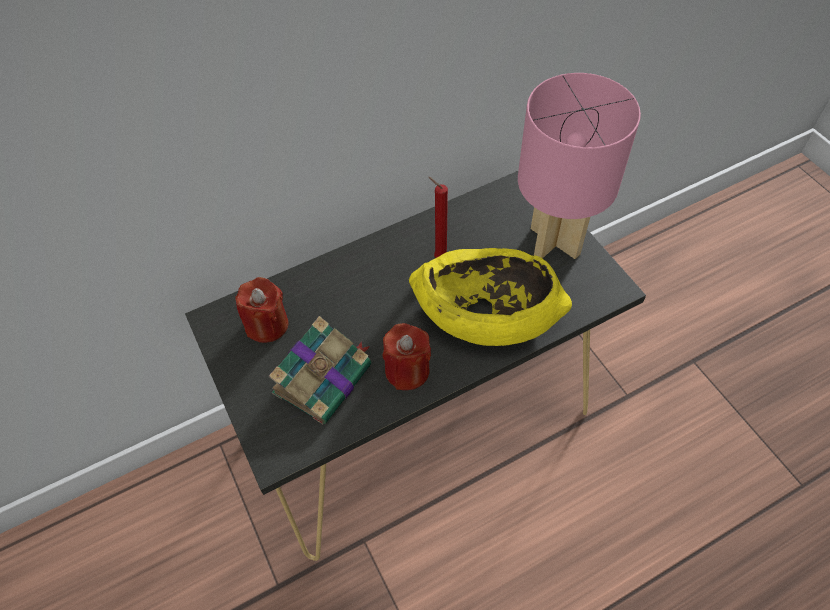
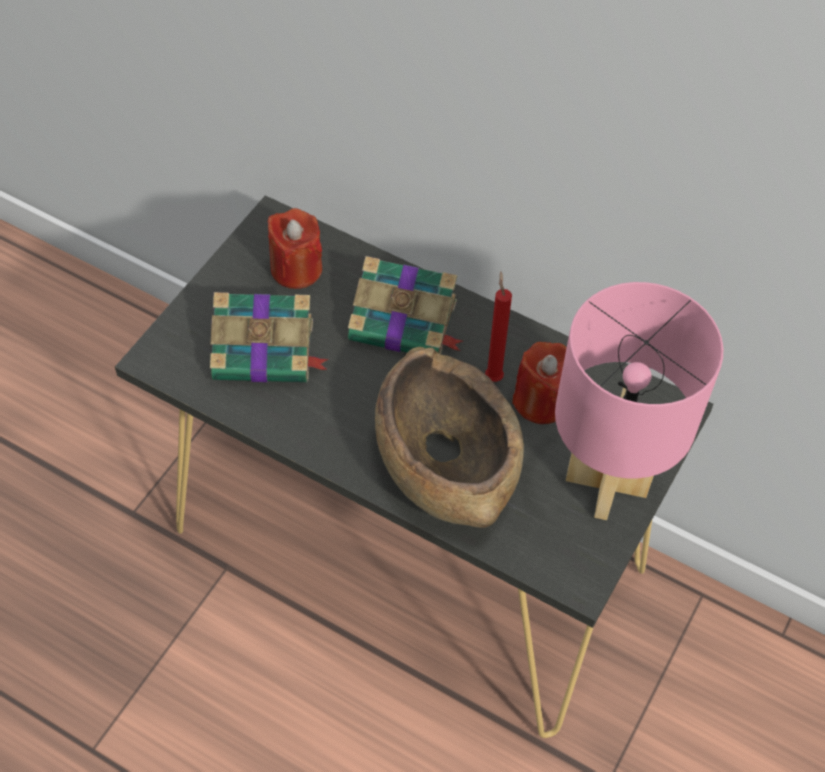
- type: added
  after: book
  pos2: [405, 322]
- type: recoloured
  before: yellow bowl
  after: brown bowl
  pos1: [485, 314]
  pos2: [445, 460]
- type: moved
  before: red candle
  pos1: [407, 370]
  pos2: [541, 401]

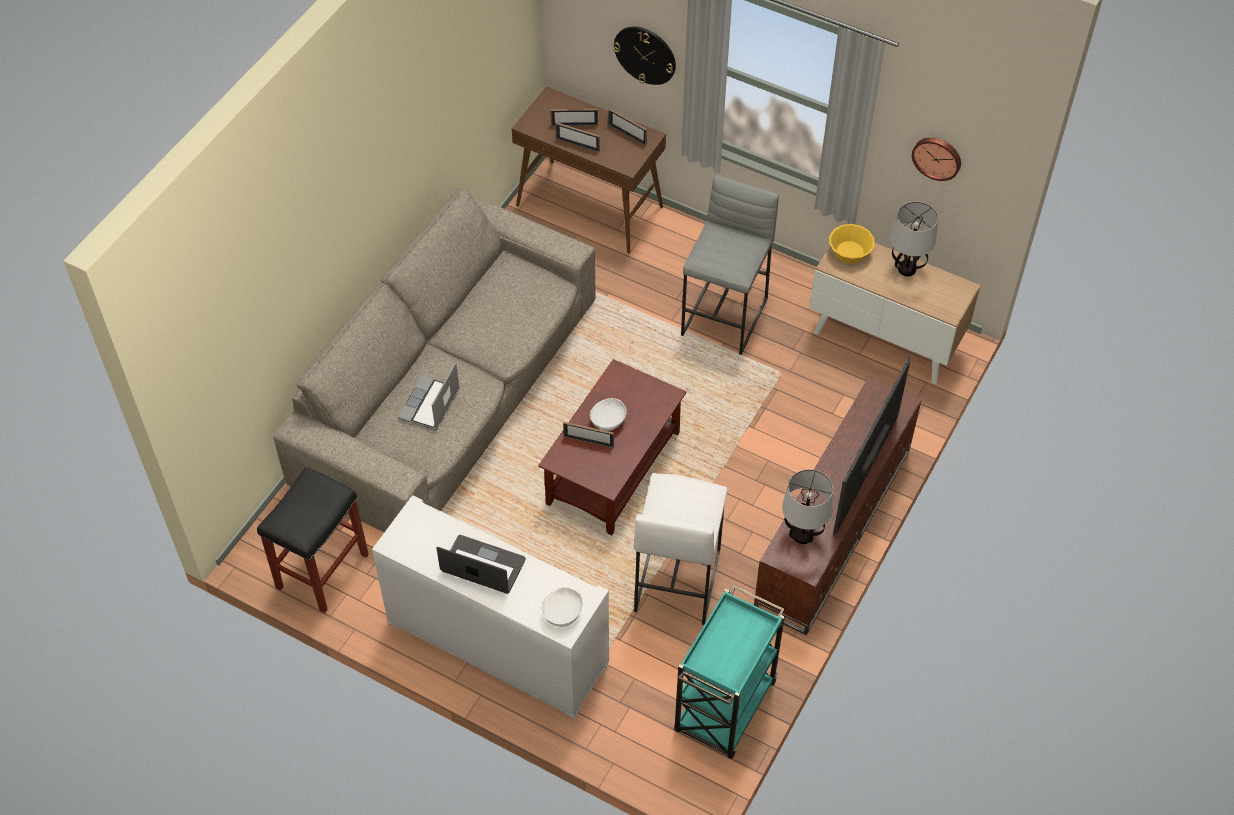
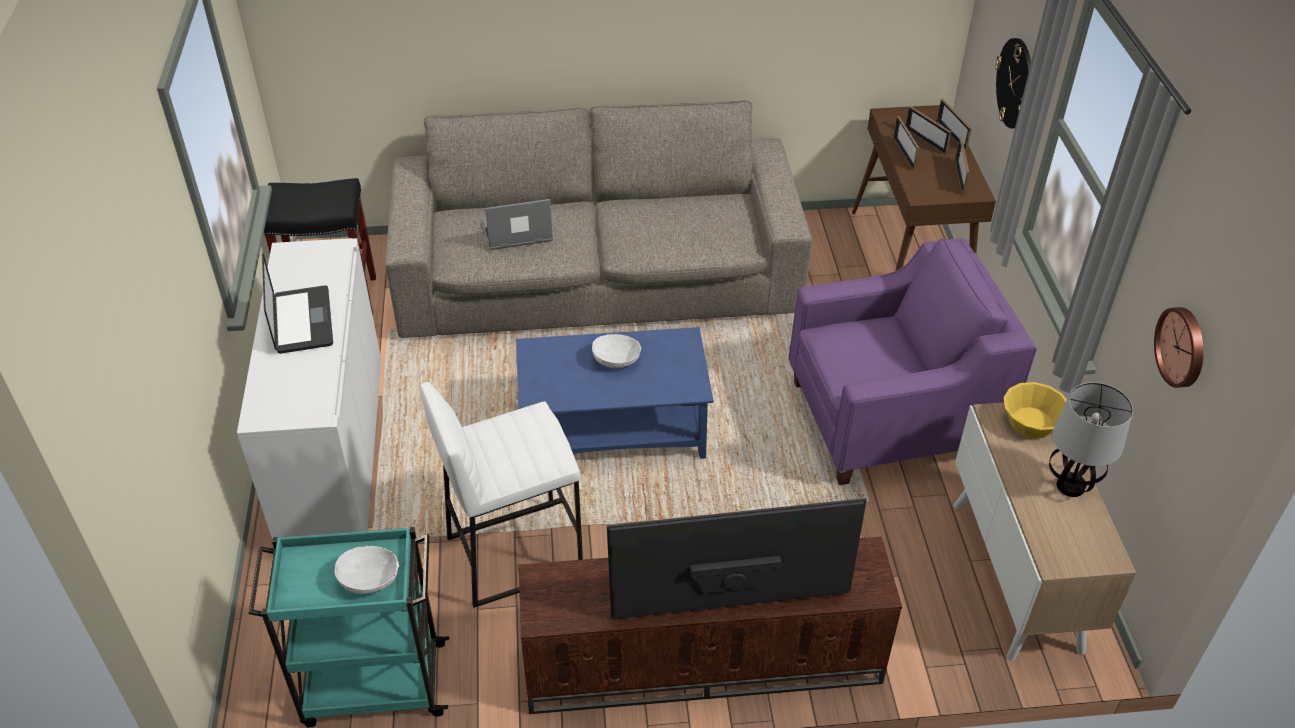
- type: moved
  before: white bowl
  pos1: [562, 613]
  pos2: [370, 580]
- type: recoloured
  before: brown coffee table
  after: blue coffee table
  pos1: [613, 467]
  pos2: [615, 430]
- type: replaced
  before: grey stool
  after: purple armchair
  pos1: [725, 317]
  pos2: [890, 420]
- type: moved
  before: picture frame
  pos1: [588, 441]
  pos2: [951, 135]
- type: removed
  before: table lamp
  pos1: [803, 535]

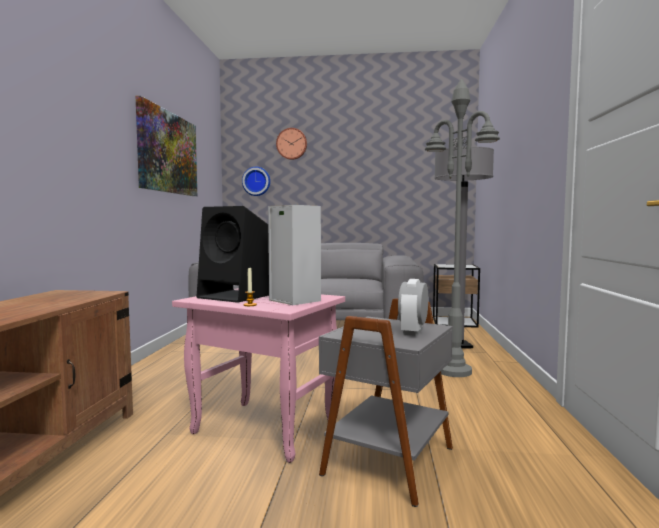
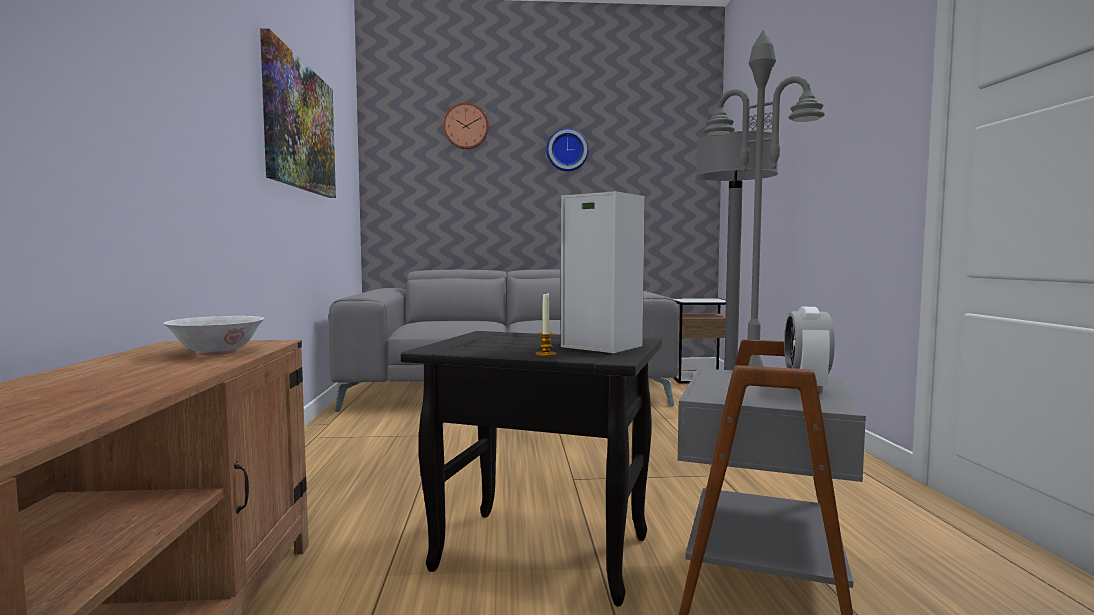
- type: added
  after: white bowl
  pos2: [217, 352]
- type: recoloured
  before: pink side table
  after: black side table
  pos1: [261, 429]
  pos2: [538, 554]
- type: moved
  before: wall clock
  pos1: [256, 181]
  pos2: [567, 150]
- type: removed
  before: black speaker
  pos1: [237, 296]

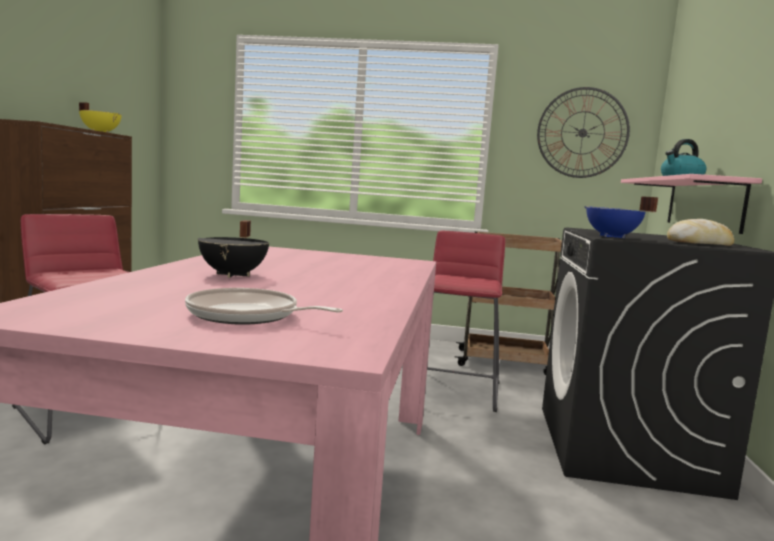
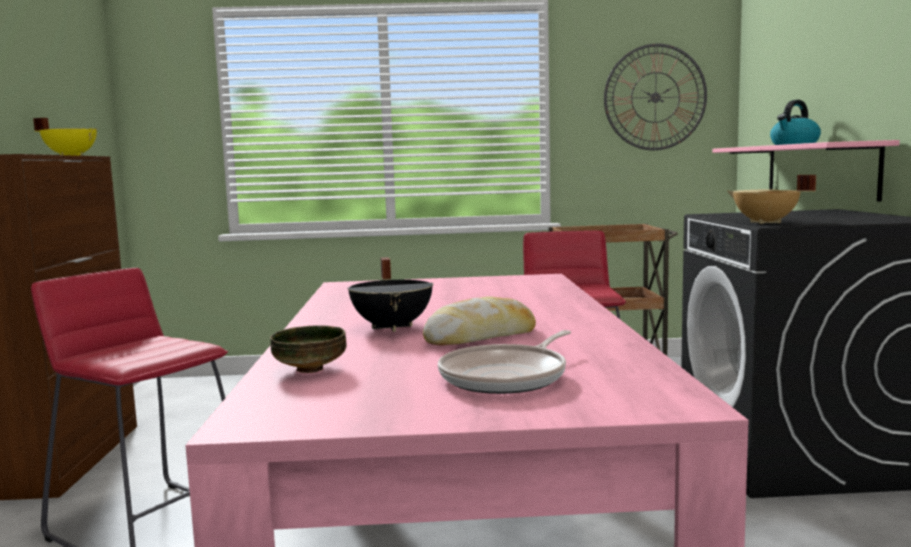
- type: added
  after: bowl
  pos2: [311, 369]
- type: moved
  before: bread
  pos1: [699, 243]
  pos2: [481, 337]
- type: turned
  before: frying pan
  pos1: [247, 316]
  pos2: [507, 377]
  turn: -60
- type: recoloured
  before: blue cooking pot
  after: beige cooking pot
  pos1: [611, 237]
  pos2: [765, 222]

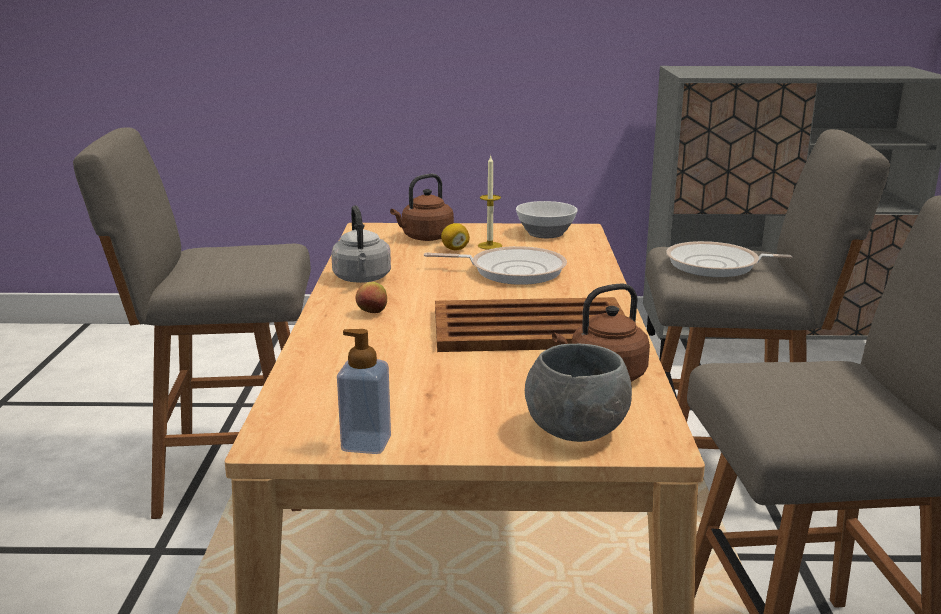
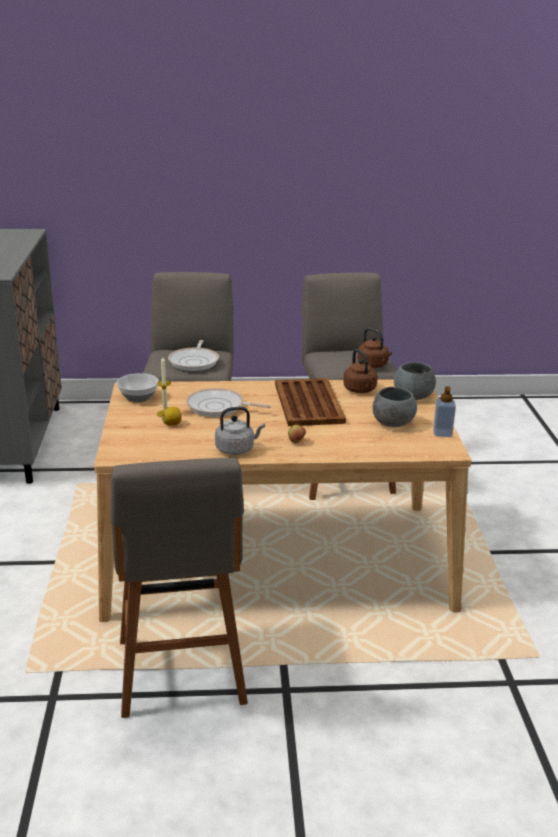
- type: turned
  before: frying pan
  pos1: [512, 271]
  pos2: [218, 407]
  turn: -75
- type: moved
  before: brown kettle
  pos1: [425, 238]
  pos2: [374, 365]
- type: added
  after: grey bowl
  pos2: [392, 423]

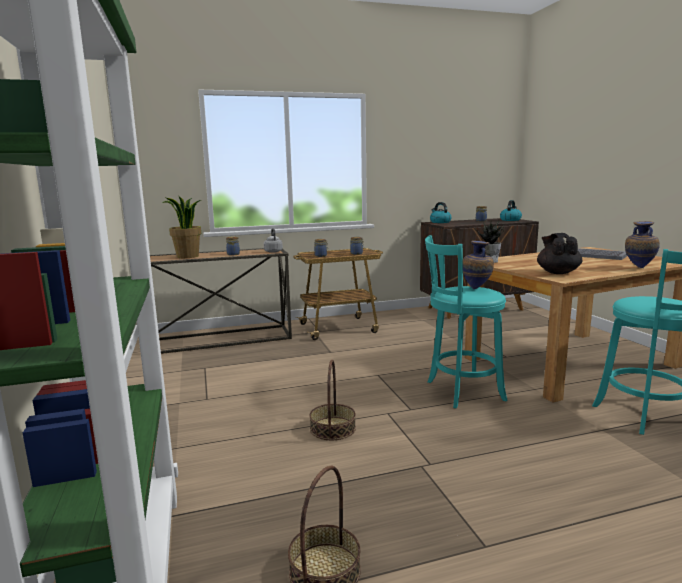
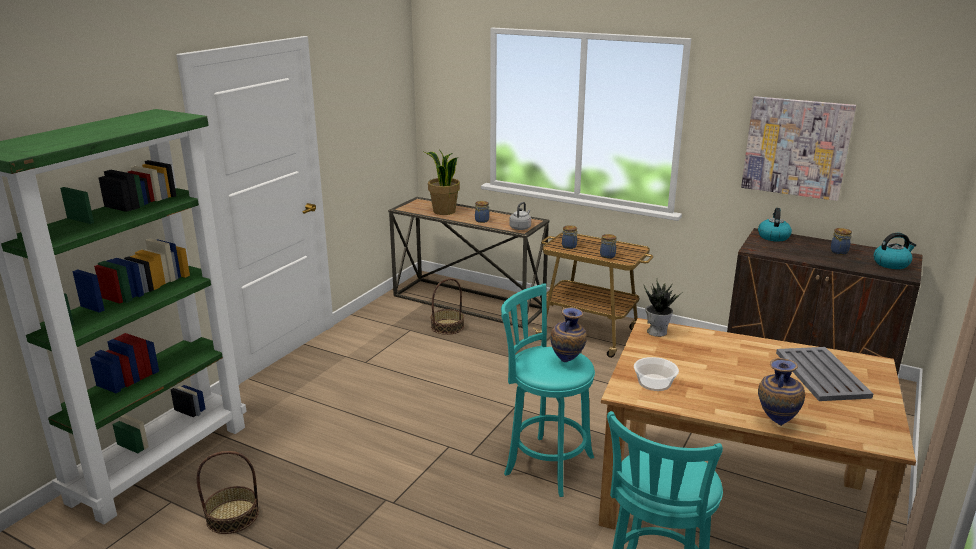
- type: moved
  before: basket
  pos1: [332, 428]
  pos2: [447, 326]
- type: replaced
  before: black teapot
  after: bowl
  pos1: [557, 272]
  pos2: [655, 382]
- type: added
  after: picture
  pos2: [796, 147]

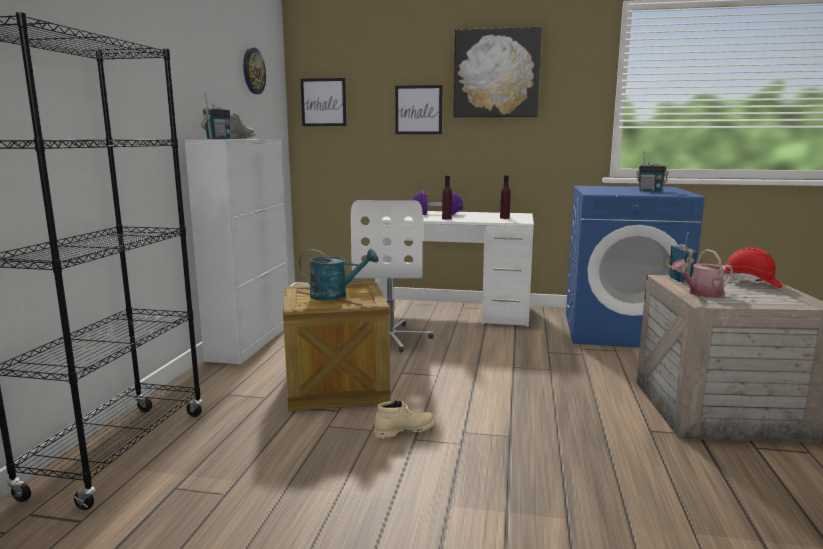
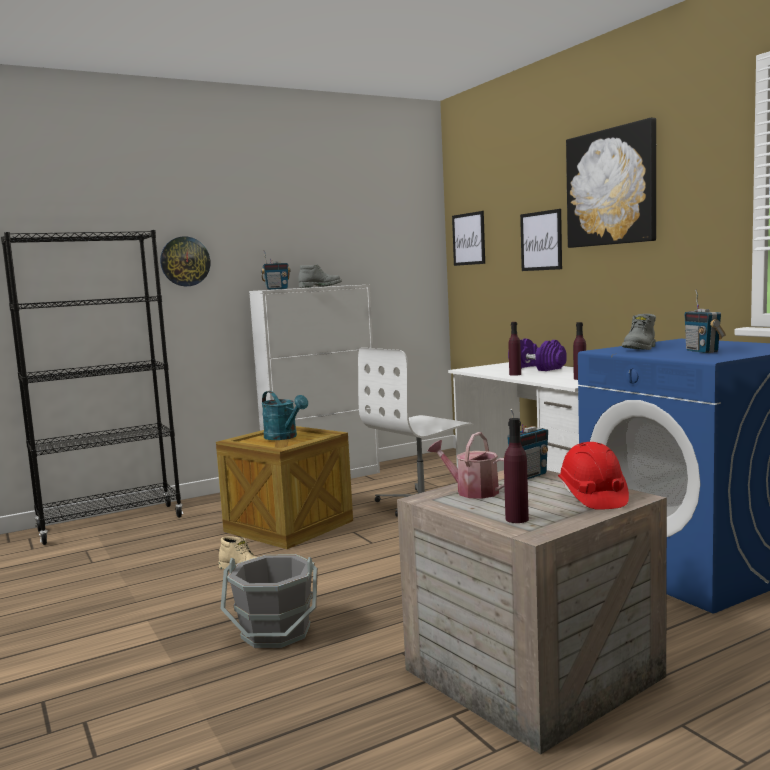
- type: moved
  before: wall clock
  pos1: [253, 71]
  pos2: [185, 261]
- type: added
  after: grey bucket
  pos2: [276, 633]
- type: added
  after: purple bottle
  pos2: [517, 519]
- type: added
  after: grey boot
  pos2: [640, 348]

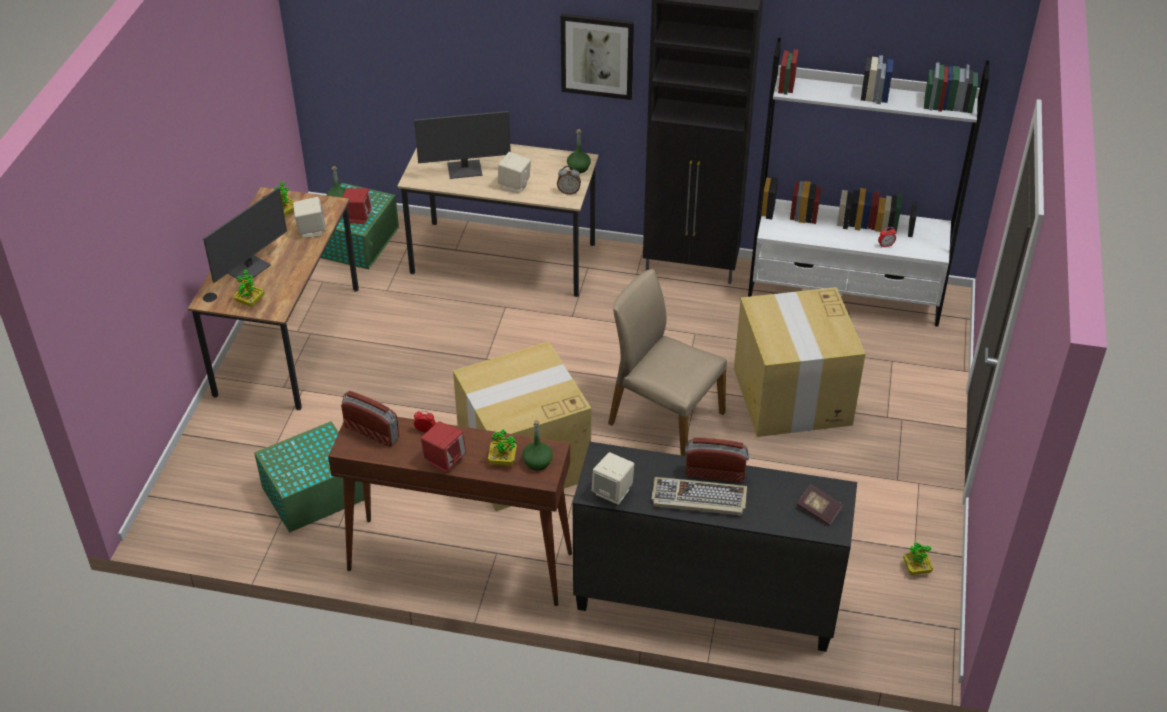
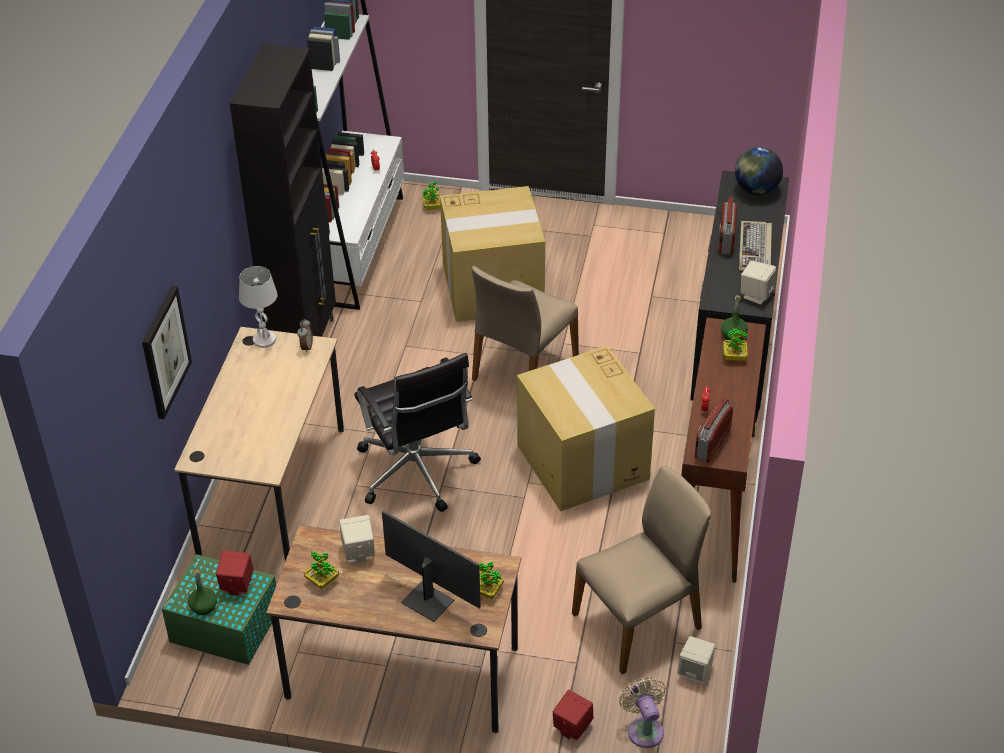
- type: moved
  before: picture
  pos1: [597, 55]
  pos2: [164, 352]
- type: replaced
  before: green bottle
  after: white table lamp
  pos1: [578, 168]
  pos2: [264, 340]
- type: added
  after: black office chair
  pos2: [417, 473]
- type: moved
  before: potted plant
  pos1: [916, 569]
  pos2: [432, 207]
- type: moved
  before: red speaker
  pos1: [444, 460]
  pos2: [572, 727]
- type: replaced
  before: green storage box
  after: beige chair
  pos1: [312, 493]
  pos2: [639, 621]
- type: added
  after: beige fan
  pos2: [644, 729]
- type: moved
  before: beige speaker
  pos1: [514, 185]
  pos2: [695, 671]
- type: replaced
  before: book
  after: globe
  pos1: [818, 510]
  pos2: [756, 190]
- type: removed
  before: monitor
  pos1: [465, 170]

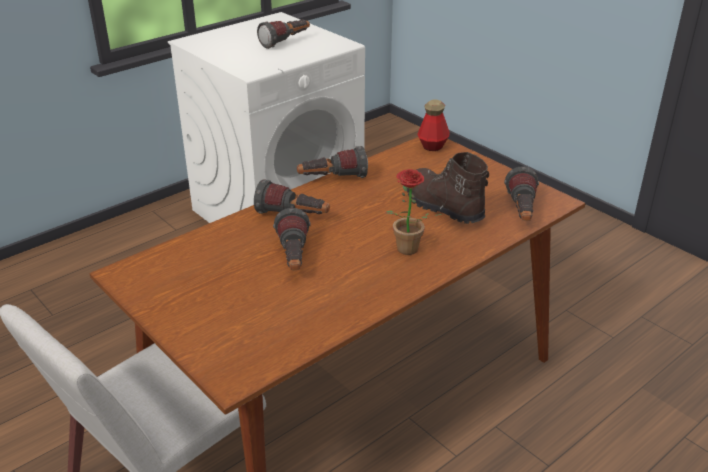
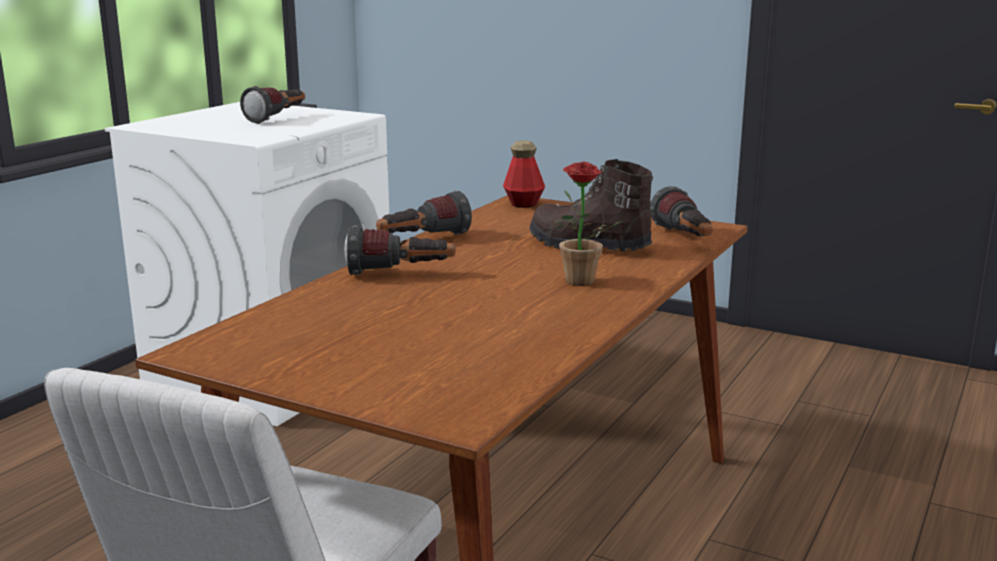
- type: removed
  before: flashlight
  pos1: [294, 258]

